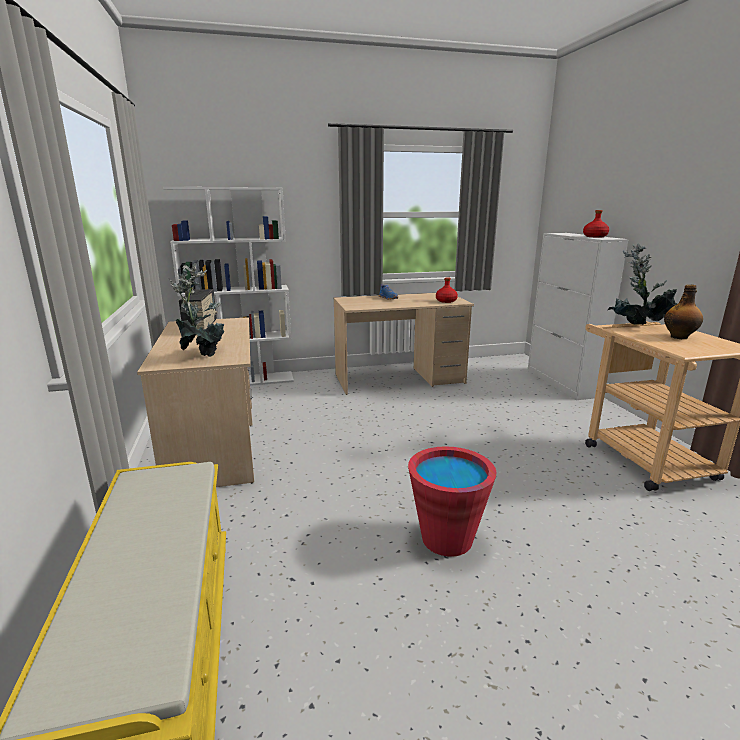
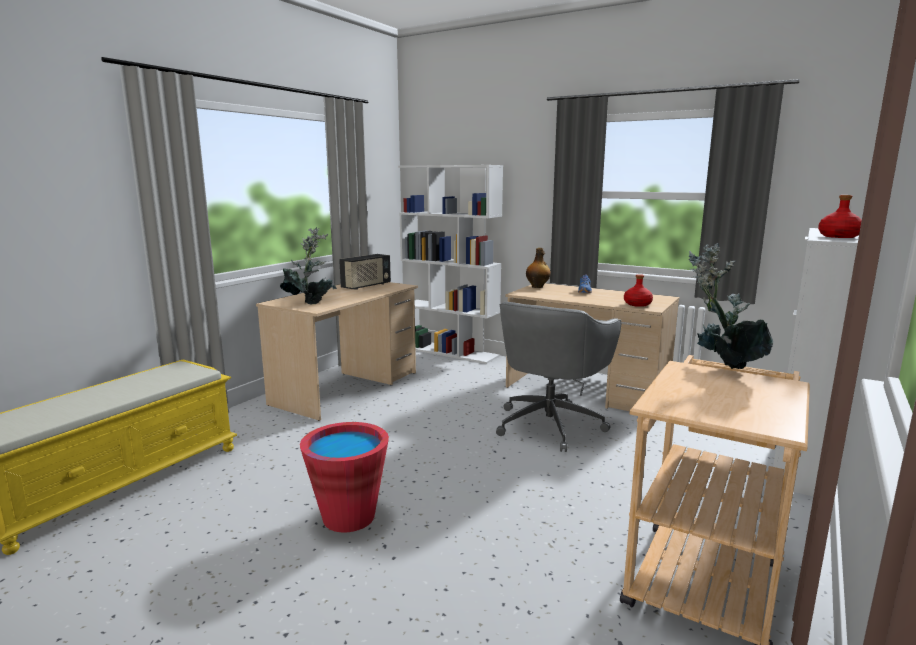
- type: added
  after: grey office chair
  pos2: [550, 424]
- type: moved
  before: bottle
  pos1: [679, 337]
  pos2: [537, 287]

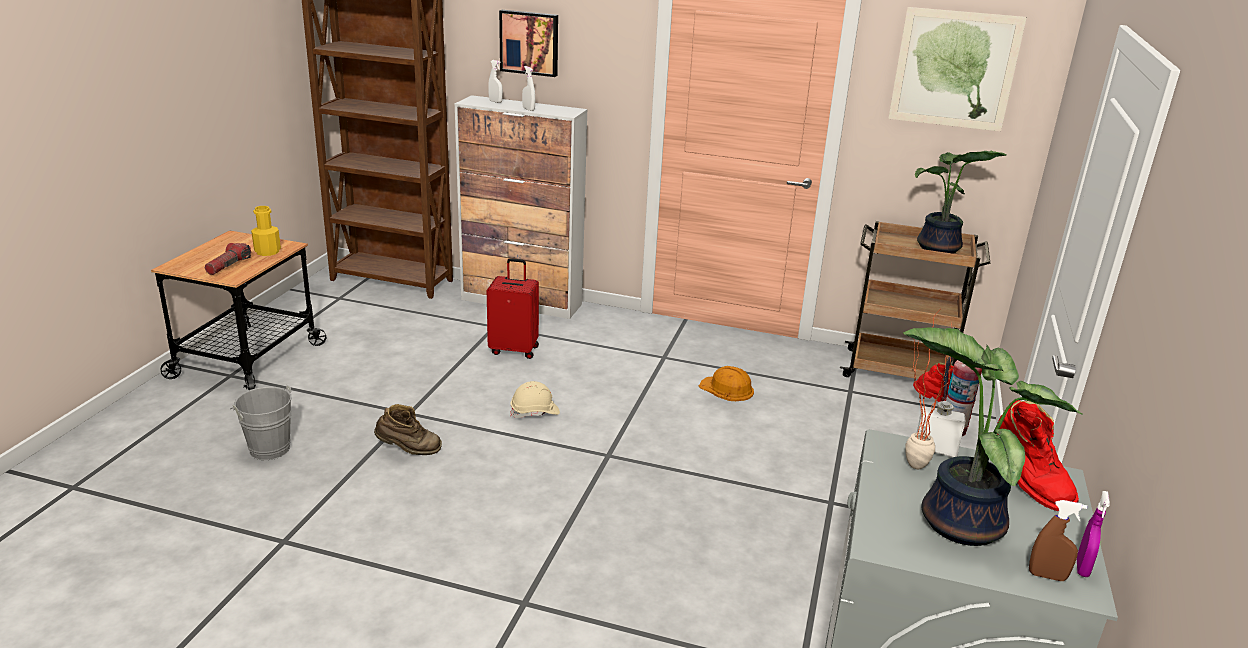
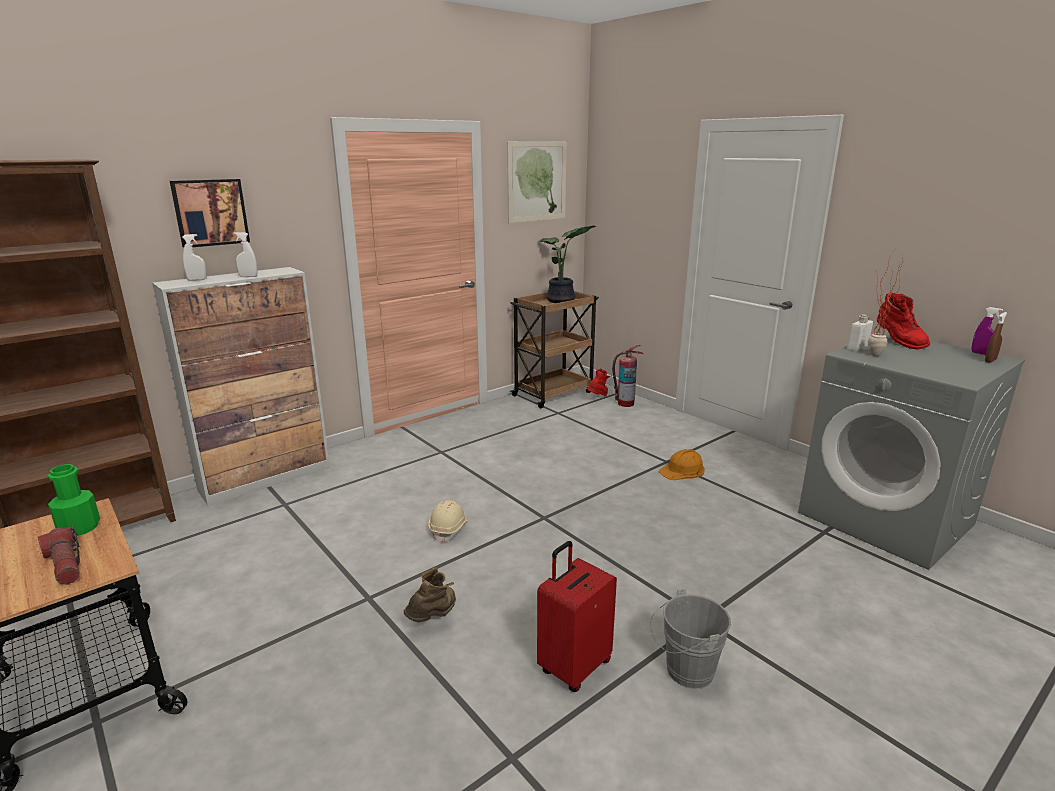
- type: recoloured
  before: yellow bottle
  after: green bottle
  pos1: [267, 251]
  pos2: [79, 528]
- type: moved
  before: red suitcase
  pos1: [514, 349]
  pos2: [573, 666]
- type: moved
  before: grey bucket
  pos1: [267, 447]
  pos2: [684, 672]
- type: moved
  before: orange hard hat
  pos1: [727, 389]
  pos2: [682, 470]
- type: turned
  before: red boot
  pos1: [1026, 484]
  pos2: [897, 342]
  turn: 60
- type: removed
  before: potted plant
  pos1: [957, 521]

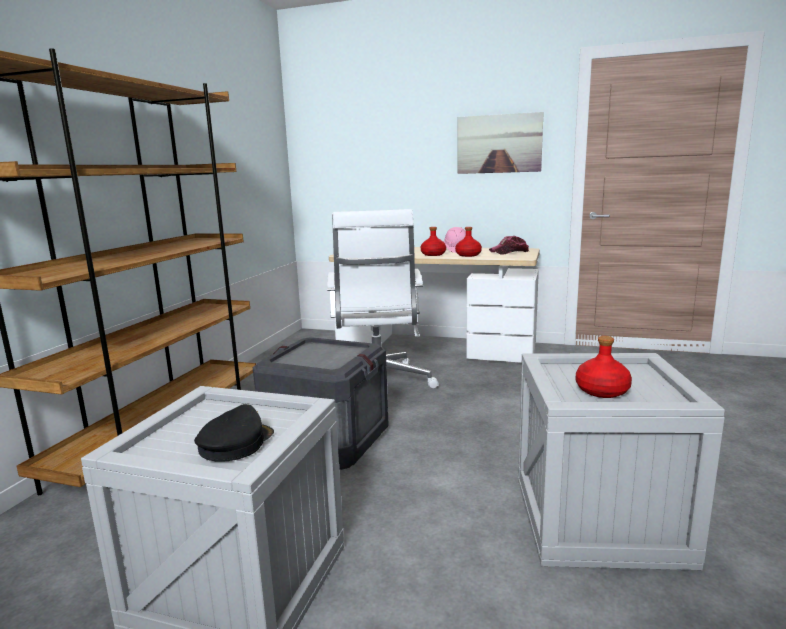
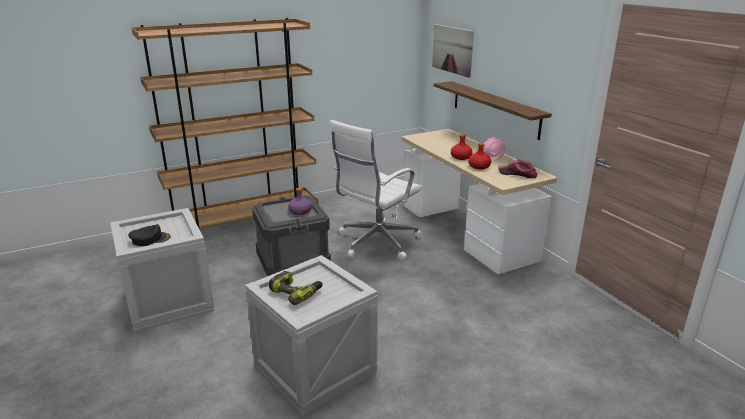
- type: replaced
  before: red bottle
  after: power drill
  pos1: [602, 391]
  pos2: [296, 292]
- type: added
  after: purple bottle
  pos2: [300, 211]
- type: moved
  before: picture
  pos1: [499, 144]
  pos2: [452, 49]
- type: added
  after: shelf
  pos2: [494, 109]

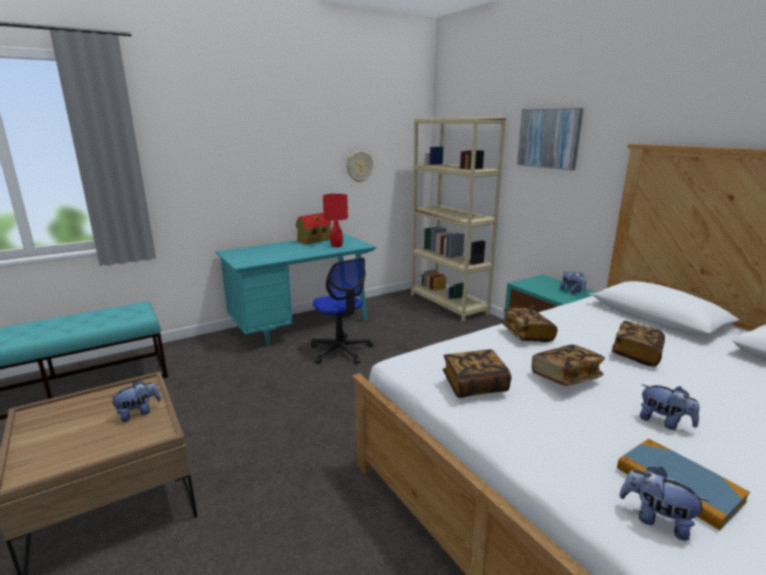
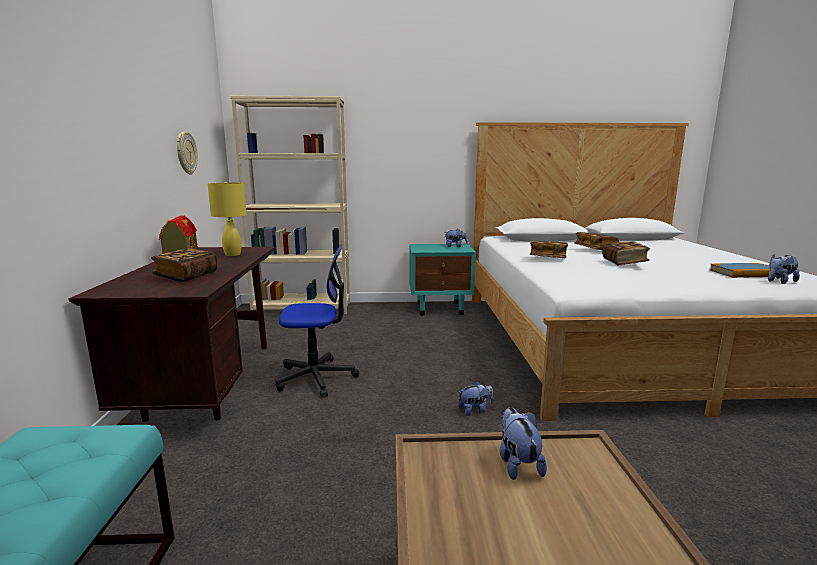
- type: recoloured
  before: turquoise desk
  after: brown desk
  pos1: [302, 326]
  pos2: [208, 385]
- type: moved
  before: book
  pos1: [474, 385]
  pos2: [186, 276]
- type: recoloured
  before: red table lamp
  after: yellow table lamp
  pos1: [336, 246]
  pos2: [232, 254]
- type: moved
  before: plush toy
  pos1: [664, 422]
  pos2: [475, 410]
- type: removed
  before: picture
  pos1: [549, 138]

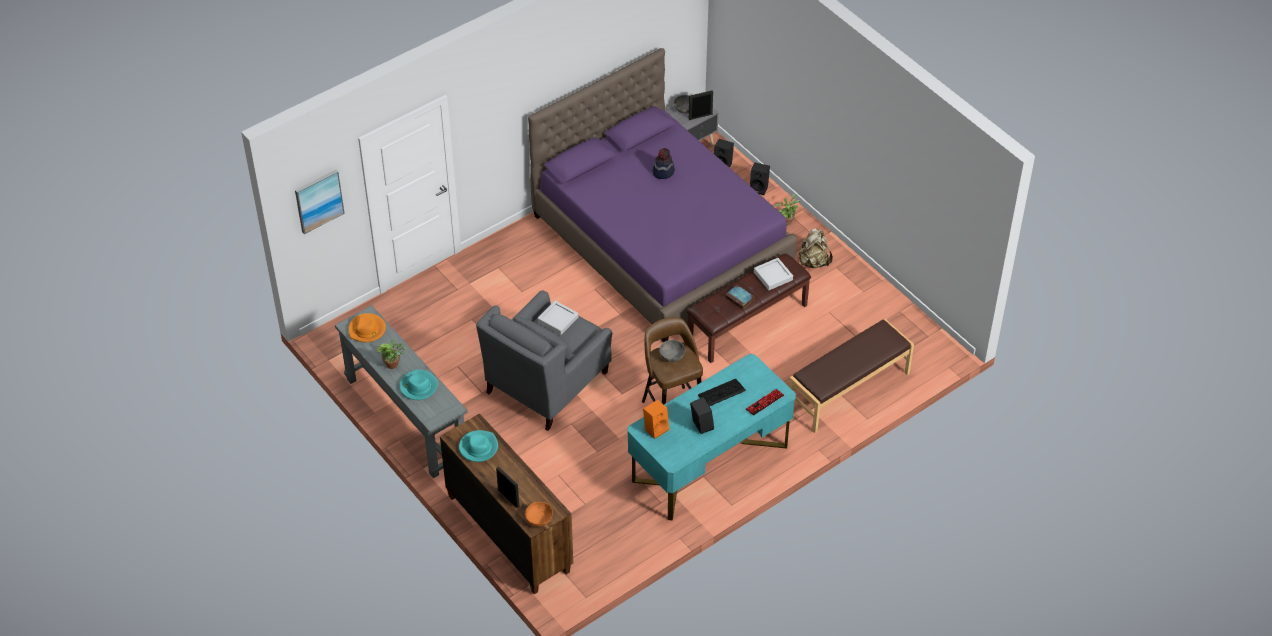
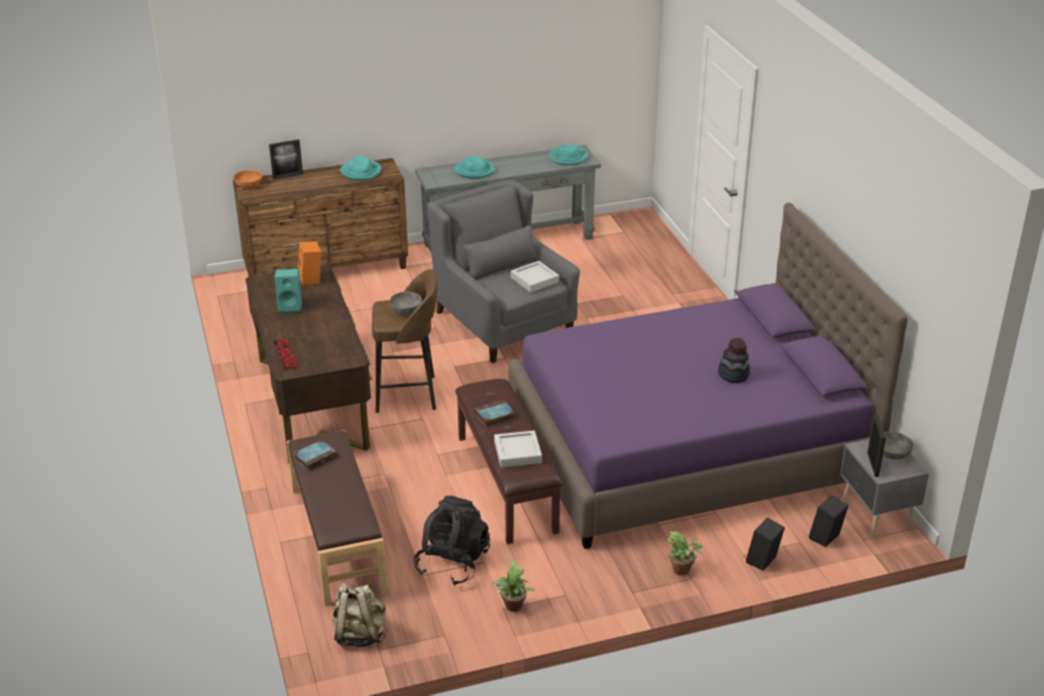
- type: recoloured
  before: turquoise desk
  after: brown desk
  pos1: [710, 463]
  pos2: [312, 402]
- type: recoloured
  before: black speaker
  after: turquoise speaker
  pos1: [701, 425]
  pos2: [291, 307]
- type: added
  after: book
  pos2: [316, 457]
- type: moved
  before: beige backpack
  pos1: [813, 262]
  pos2: [359, 634]
- type: added
  after: black backpack
  pos2: [452, 563]
- type: moved
  before: potted plant
  pos1: [393, 364]
  pos2: [513, 607]
- type: recoloured
  before: orange hat
  after: turquoise hat
  pos1: [367, 330]
  pos2: [567, 157]
- type: removed
  before: picture
  pos1: [319, 200]
- type: removed
  before: keyboard
  pos1: [721, 393]

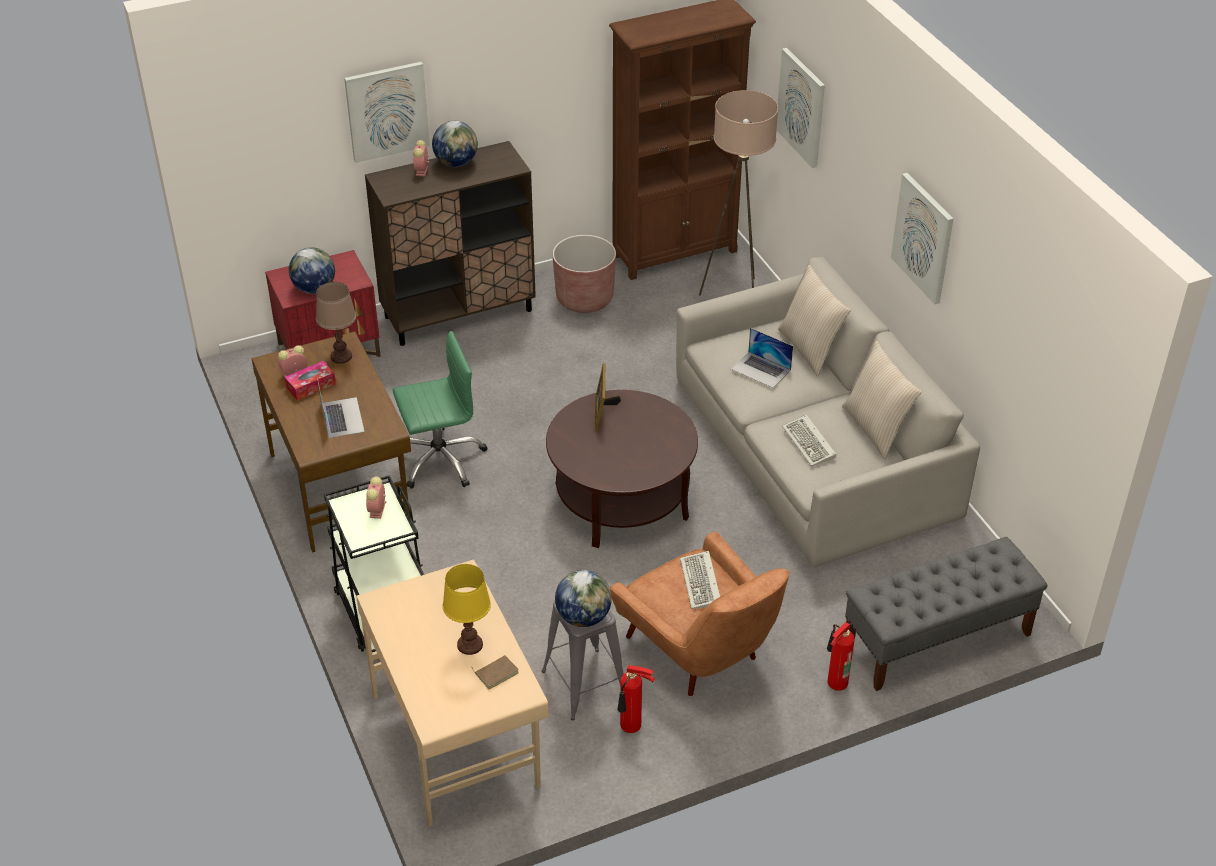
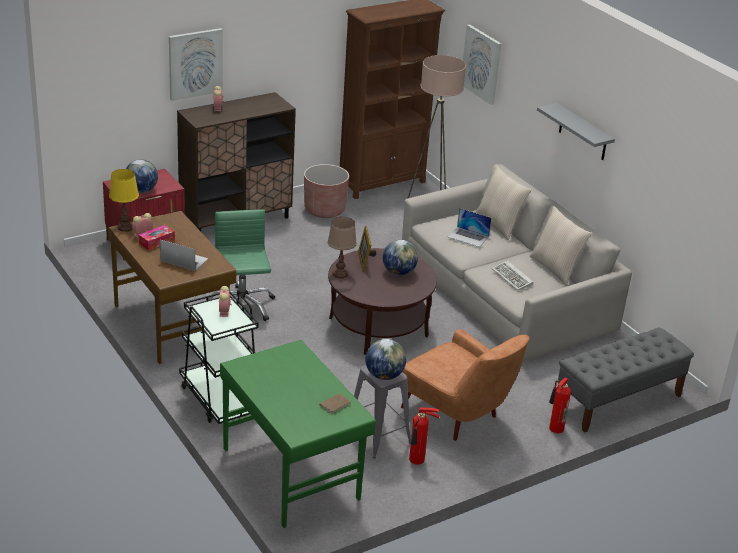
- type: moved
  before: yellow table lamp
  pos1: [469, 644]
  pos2: [125, 227]
- type: turned
  before: laptop
  pos1: [342, 417]
  pos2: [184, 260]
  turn: -45
- type: turned
  before: green office chair
  pos1: [439, 460]
  pos2: [241, 306]
  turn: -75
- type: recoloured
  before: beige desk
  after: green desk
  pos1: [456, 737]
  pos2: [291, 472]
- type: moved
  before: brown table lamp
  pos1: [341, 356]
  pos2: [340, 274]
- type: moved
  before: globe
  pos1: [456, 163]
  pos2: [399, 272]
- type: replaced
  before: picture
  after: grey shelf
  pos1: [923, 238]
  pos2: [583, 133]
- type: removed
  before: keyboard
  pos1: [701, 583]

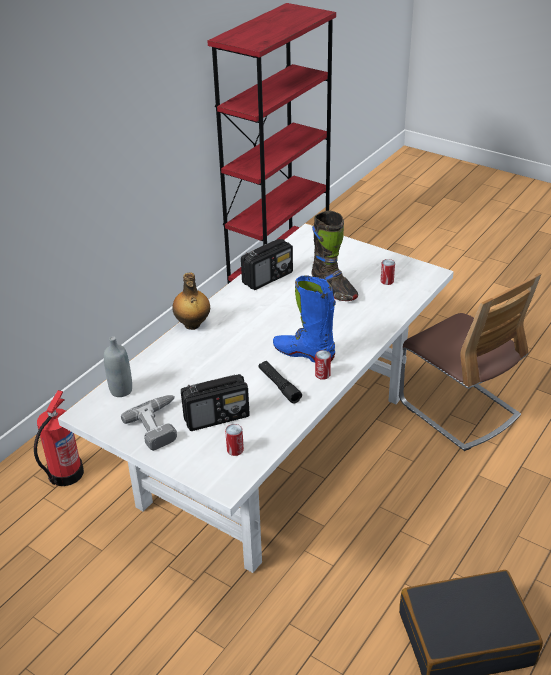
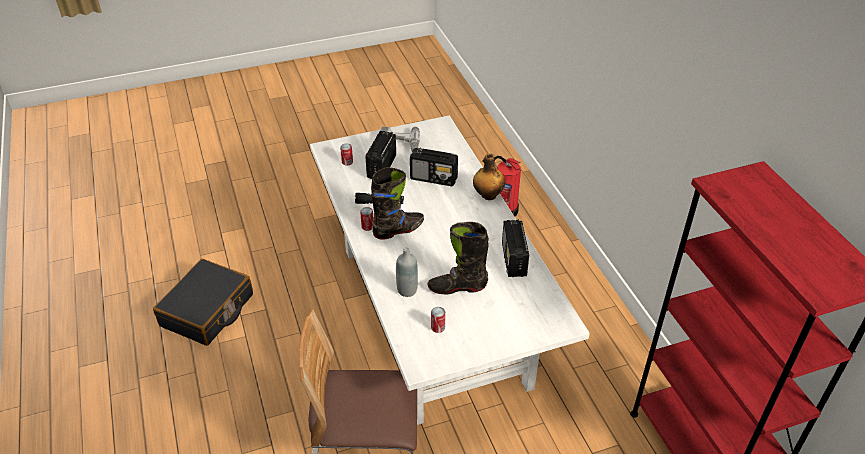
- type: recoloured
  before: blue boot
  after: black boot
  pos1: [304, 353]
  pos2: [398, 230]
- type: moved
  before: grey bottle
  pos1: [121, 390]
  pos2: [407, 290]
- type: added
  after: radio
  pos2: [434, 178]

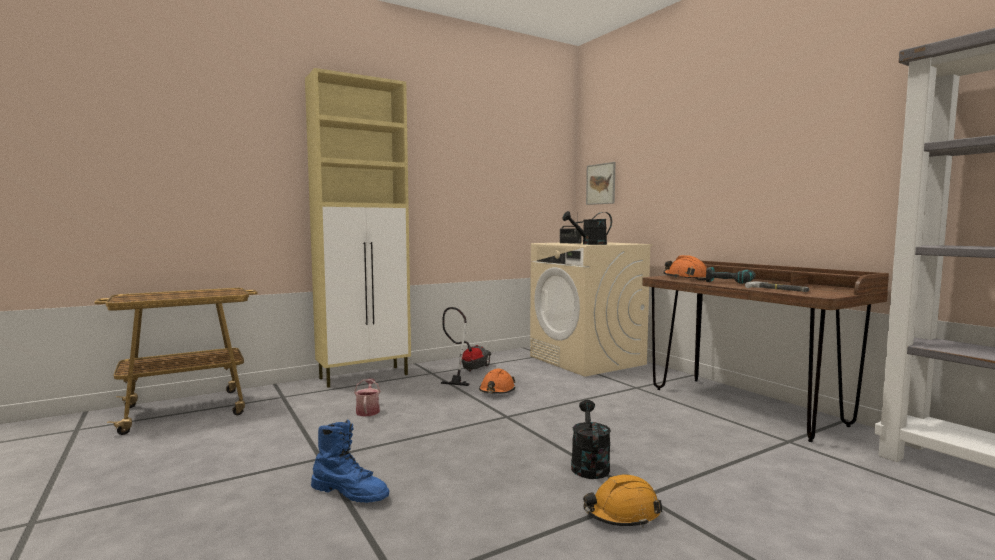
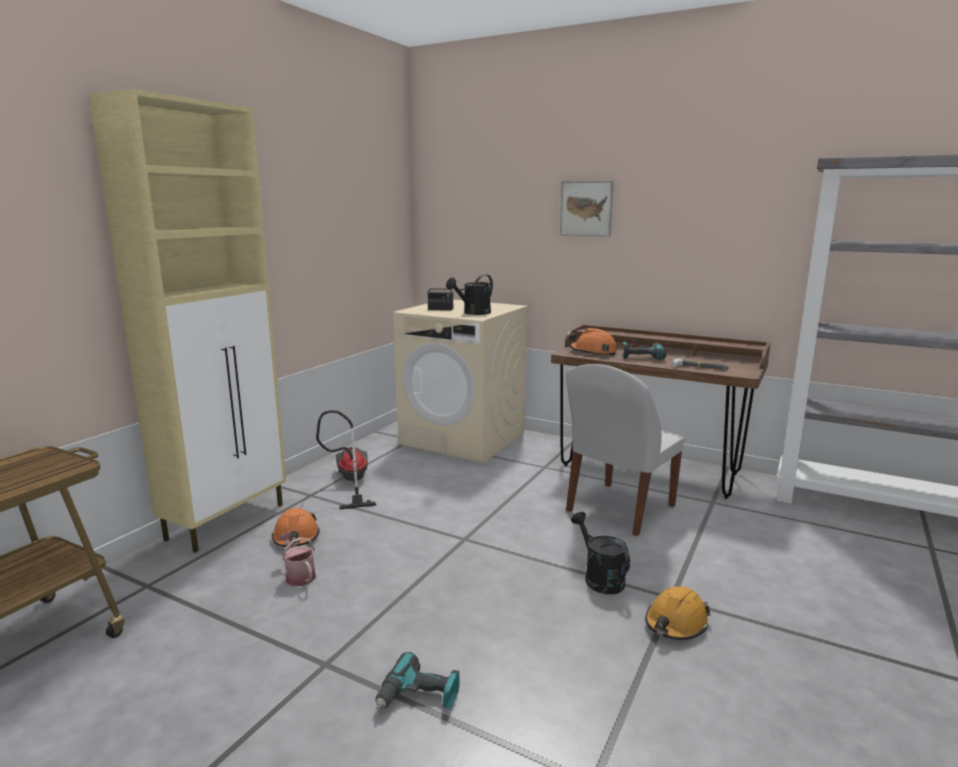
- type: moved
  before: orange hard hat
  pos1: [497, 391]
  pos2: [296, 537]
- type: replaced
  before: blue boot
  after: power drill
  pos1: [351, 493]
  pos2: [418, 697]
- type: moved
  before: picture
  pos1: [600, 184]
  pos2: [586, 208]
- type: added
  after: white chair
  pos2: [618, 509]

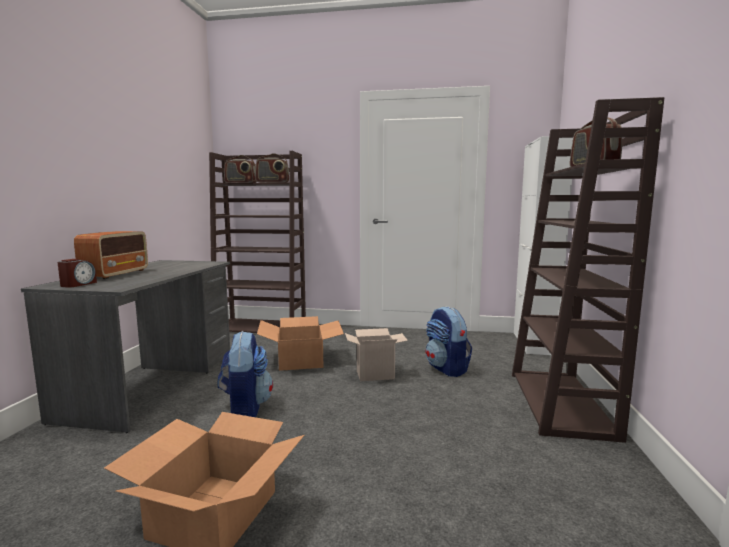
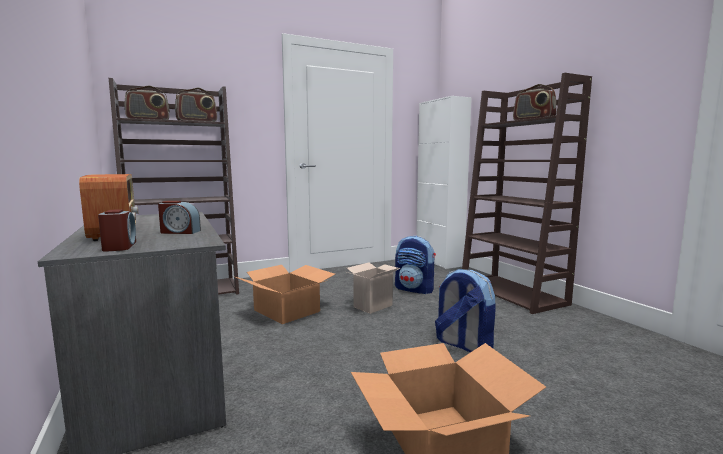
- type: added
  after: alarm clock
  pos2: [180, 232]
- type: moved
  before: backpack
  pos1: [245, 408]
  pos2: [462, 345]

